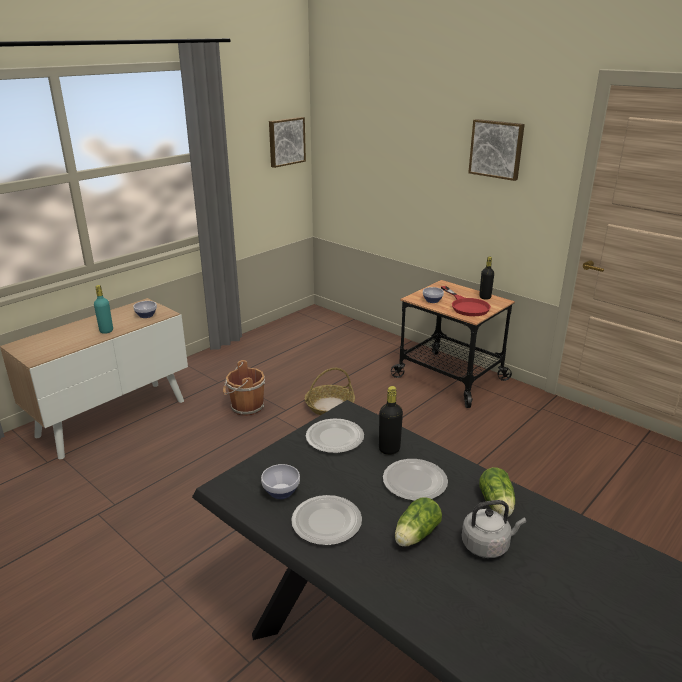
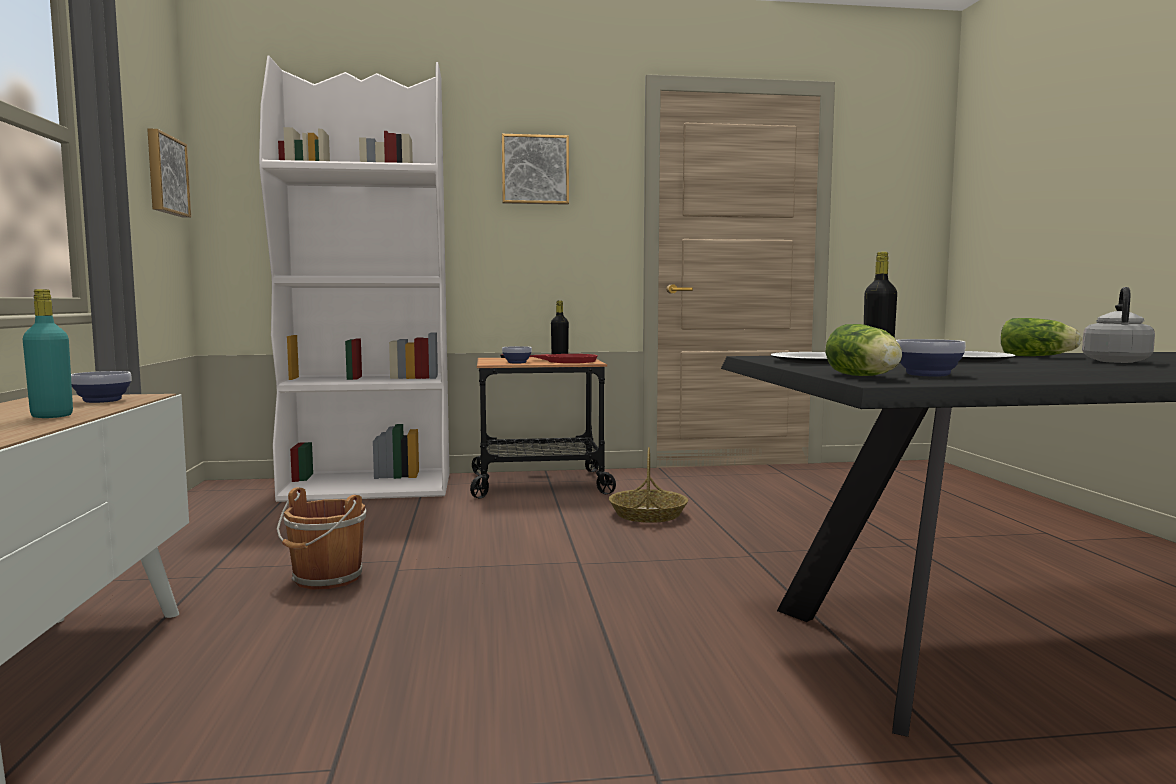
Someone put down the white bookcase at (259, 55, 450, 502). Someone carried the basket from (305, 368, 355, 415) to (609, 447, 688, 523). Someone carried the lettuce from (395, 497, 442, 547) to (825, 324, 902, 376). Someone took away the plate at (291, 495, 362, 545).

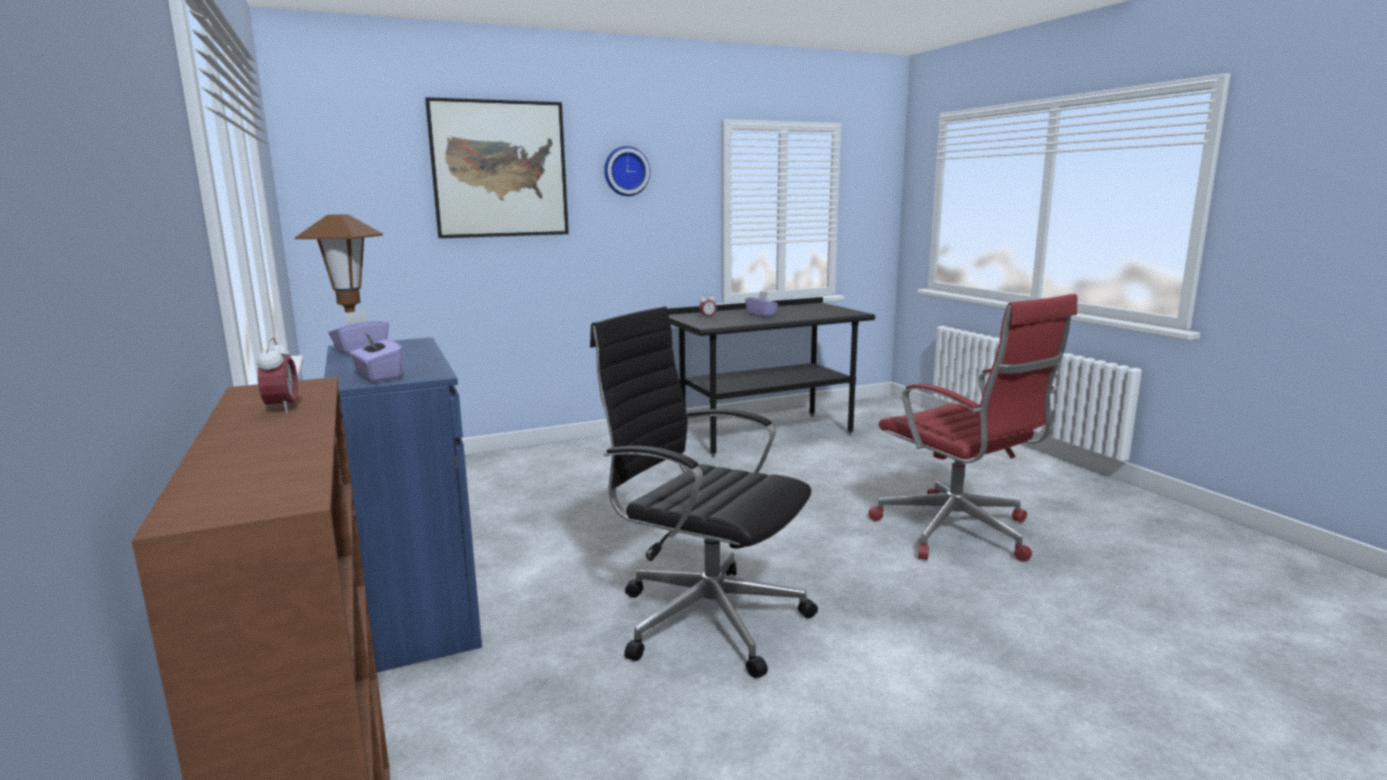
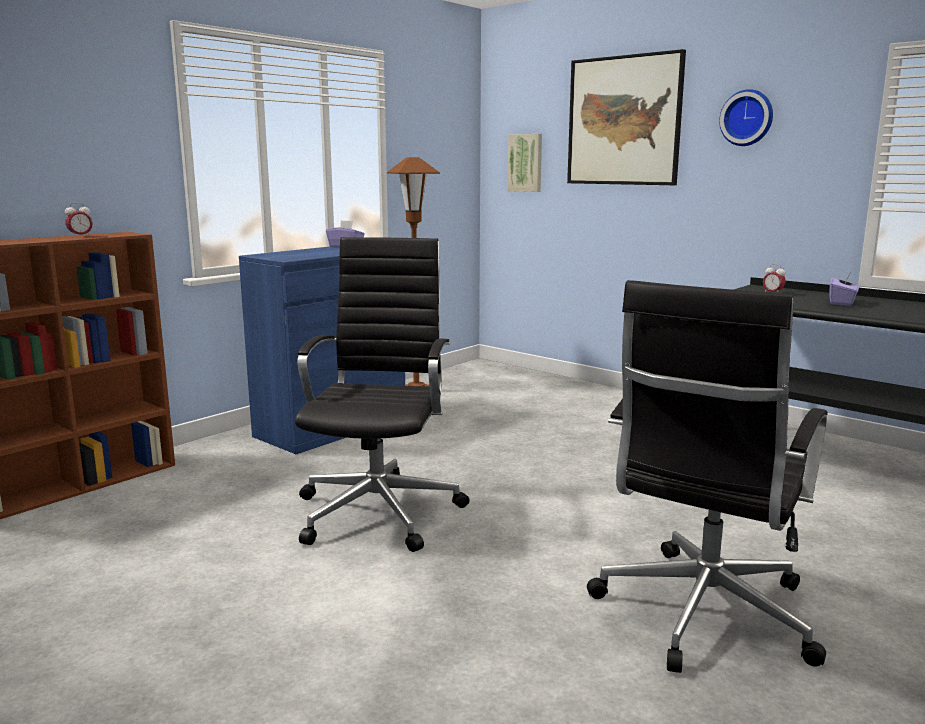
Someone put up the picture at (508, 134, 542, 192). Someone repainted the red office chair at (868, 294, 1078, 562), which became the black office chair at (587, 280, 828, 673). Someone took away the purple tissue box at (350, 333, 403, 383).

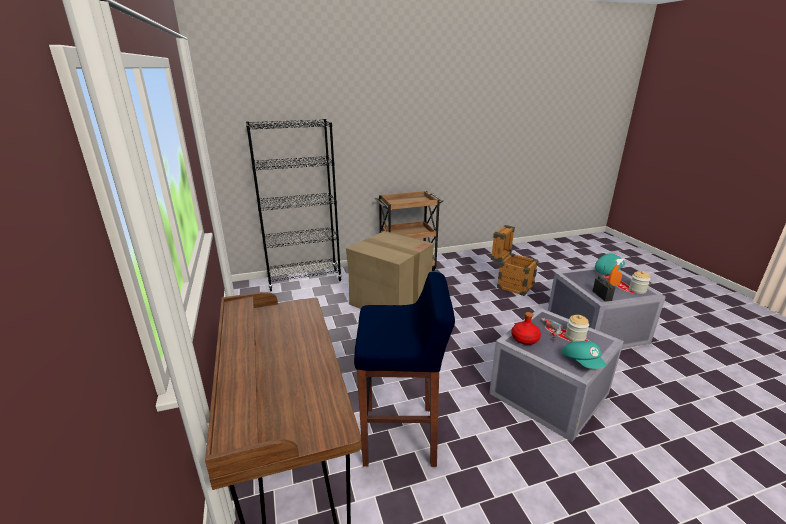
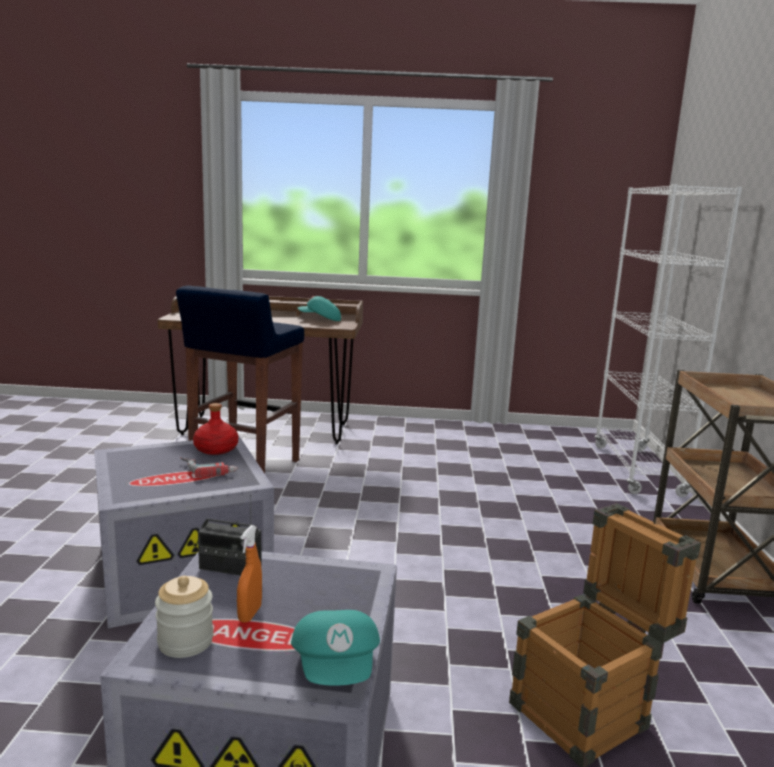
Someone carried the turquoise cap from (562, 341, 606, 369) to (298, 296, 341, 321). Someone repainted the black bookcase at (246, 119, 342, 291), which became the white bookcase at (594, 184, 742, 497). Someone took away the cardboard box at (346, 231, 434, 309). Someone took away the jar at (565, 315, 589, 342).

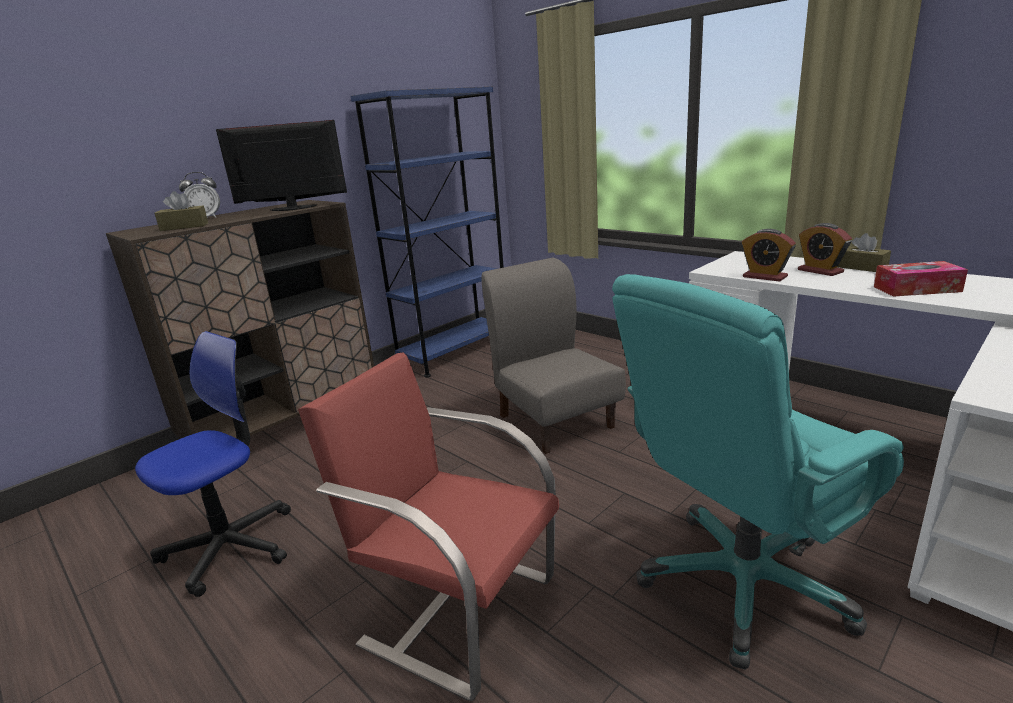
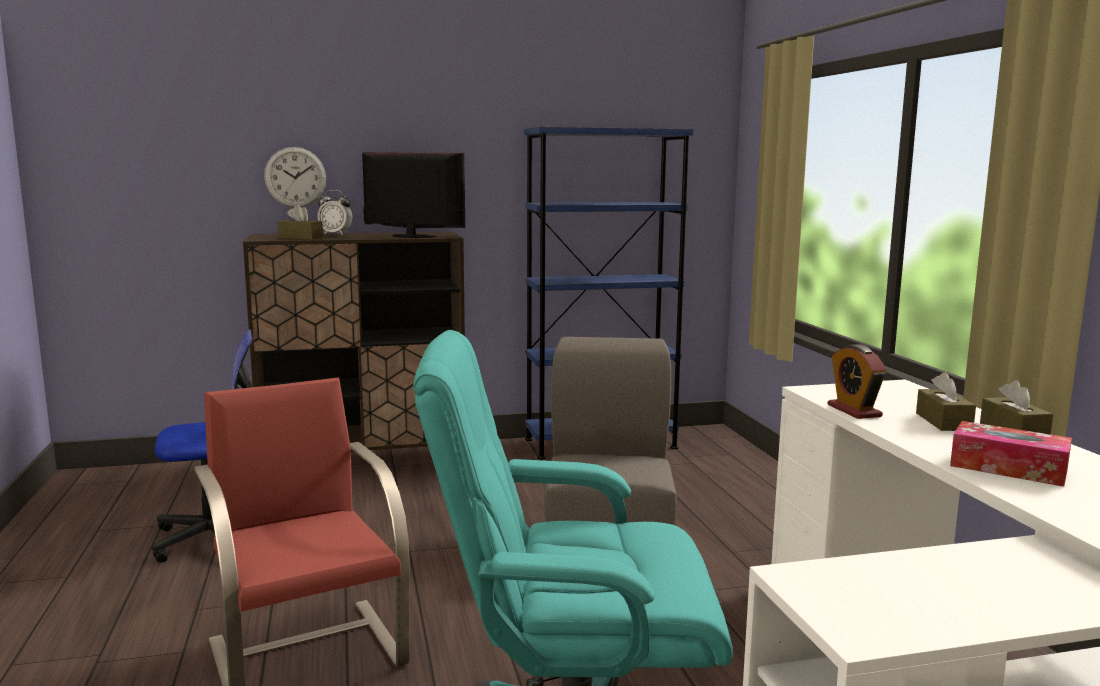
Someone put up the wall clock at (264, 147, 326, 207). Someone swapped the alarm clock at (798, 223, 852, 276) for the brown tissue box at (916, 372, 976, 431).

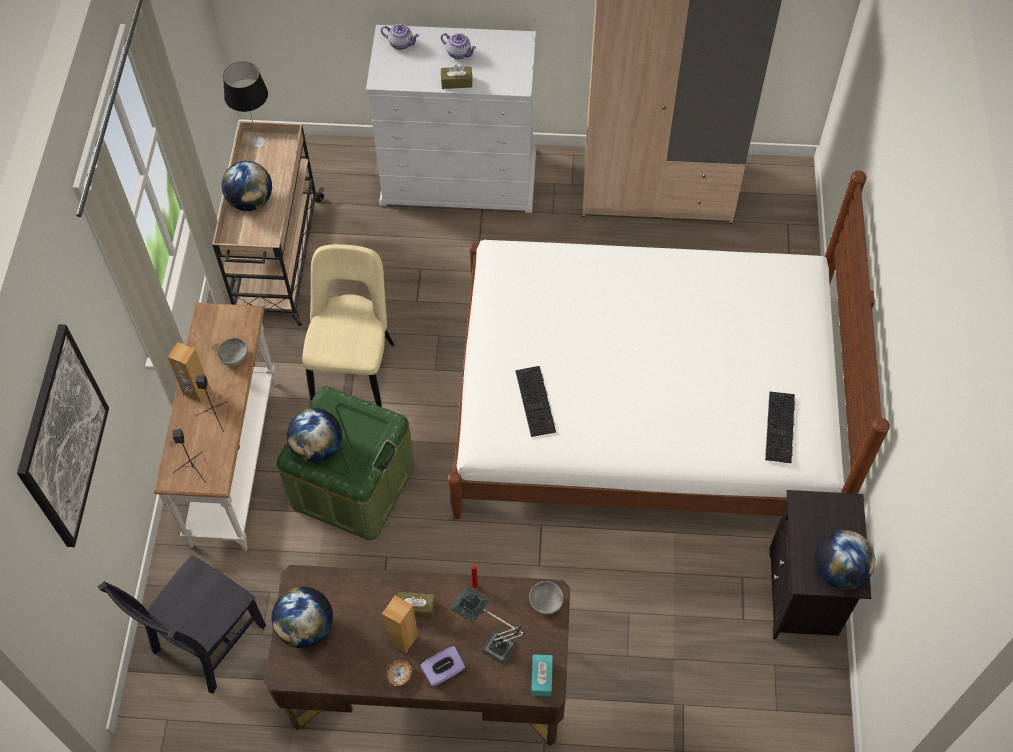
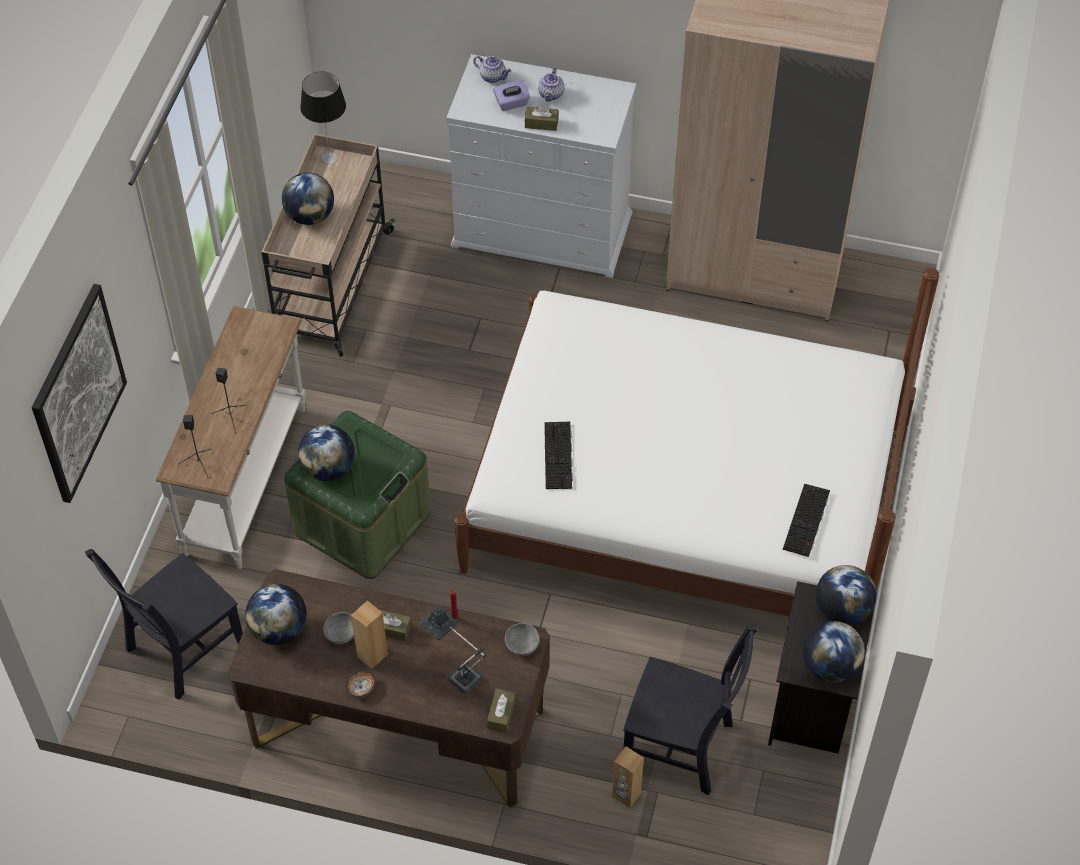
Someone carried the grey bowl from (217, 338, 248, 366) to (323, 612, 354, 644). Someone repainted the turquoise tissue box at (531, 654, 553, 697), which became the brown tissue box at (487, 688, 516, 733). Someone carried the purple tissue box from (420, 646, 465, 686) to (493, 81, 530, 111). Someone rotated the teapot at (441, 33, 476, 59) by 60 degrees clockwise. Someone carried the brown speaker from (168, 342, 210, 402) to (612, 746, 644, 808). Someone put down the black chair at (623, 625, 757, 796). Someone put down the globe at (816, 565, 877, 625). Someone took away the beige chair at (302, 244, 394, 407).

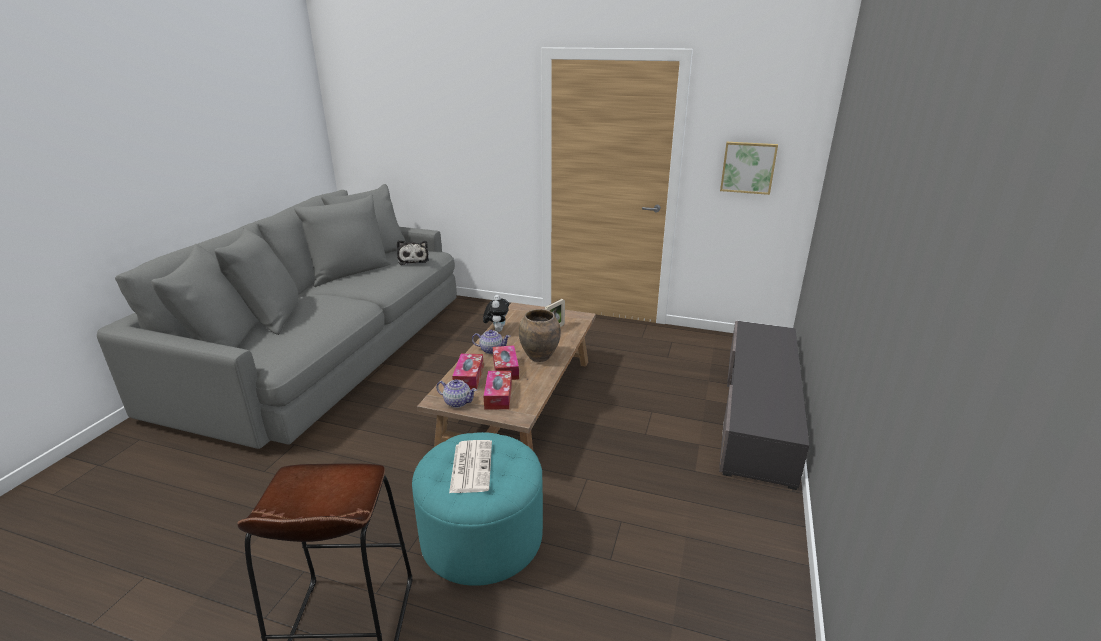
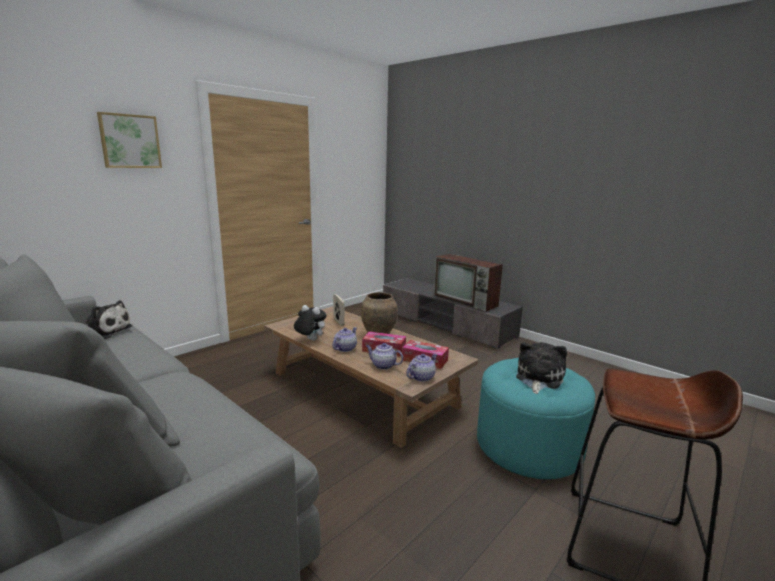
Someone carried the picture from (720, 142, 778, 195) to (97, 112, 162, 168). Someone swapped the tissue box at (452, 354, 484, 390) for the teapot at (366, 343, 403, 370). Someone put down the television at (434, 254, 503, 312). Someone swapped the newspaper at (449, 440, 492, 493) for the plush toy at (516, 342, 567, 394).

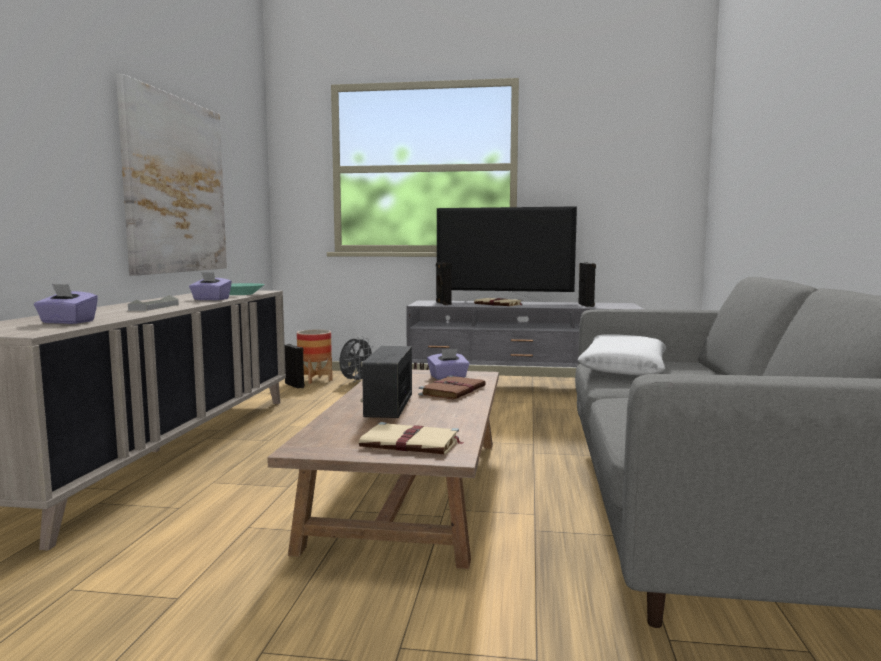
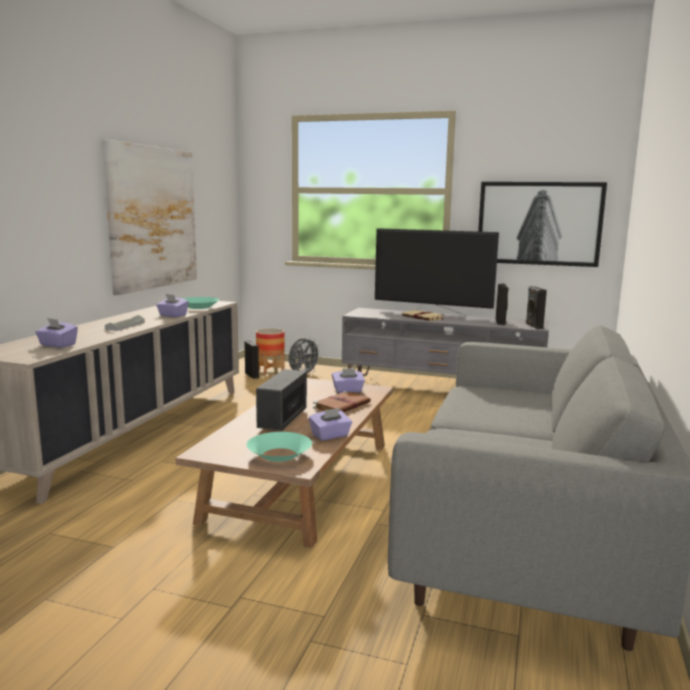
Someone swapped the beige book at (359, 422, 464, 454) for the turquoise bowl at (247, 432, 312, 462). Someone put down the purple tissue box at (309, 408, 352, 441). Someone put up the picture at (478, 182, 607, 267). Someone carried the black speaker from (436, 262, 452, 305) to (526, 286, 547, 329). Someone took away the white pillow at (577, 334, 666, 375).

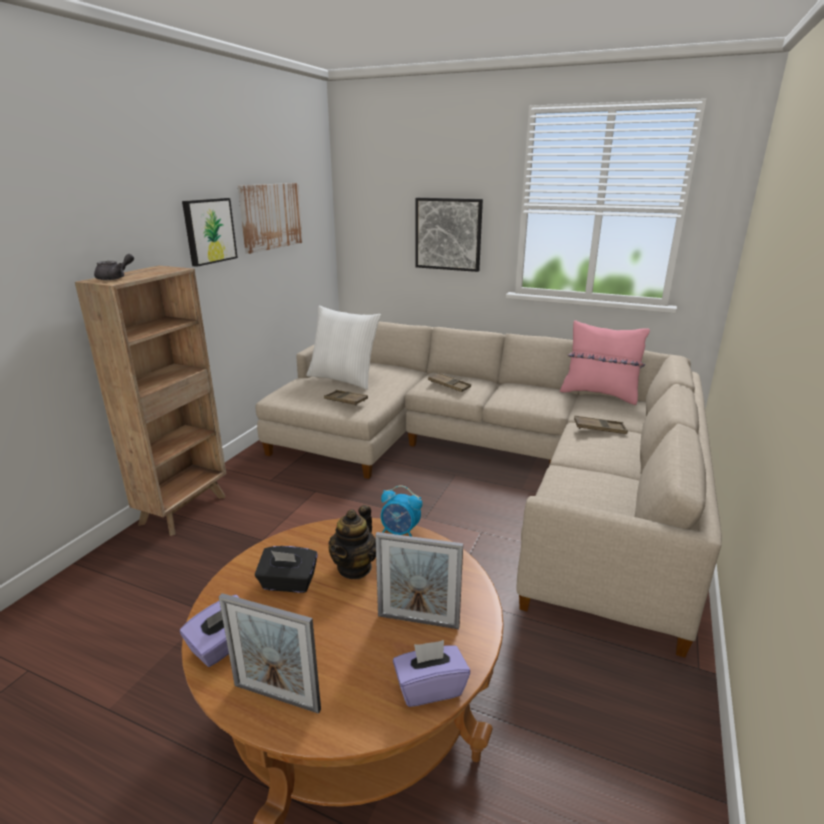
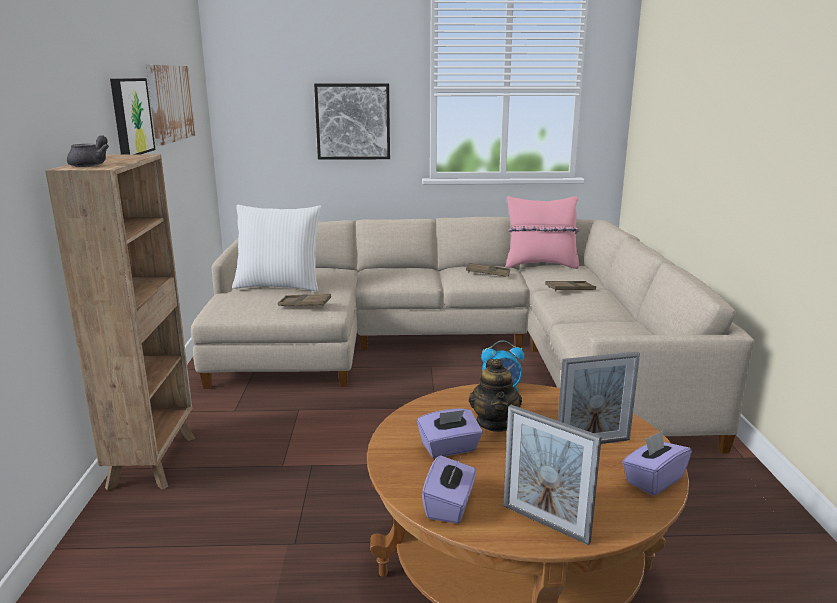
Someone repainted the black tissue box at (255, 546, 318, 593), which became the purple tissue box at (417, 408, 483, 458). Someone carried the brown tray from (428, 373, 471, 392) to (466, 263, 510, 277). Someone rotated the picture frame at (219, 593, 321, 714) by 45 degrees clockwise.

